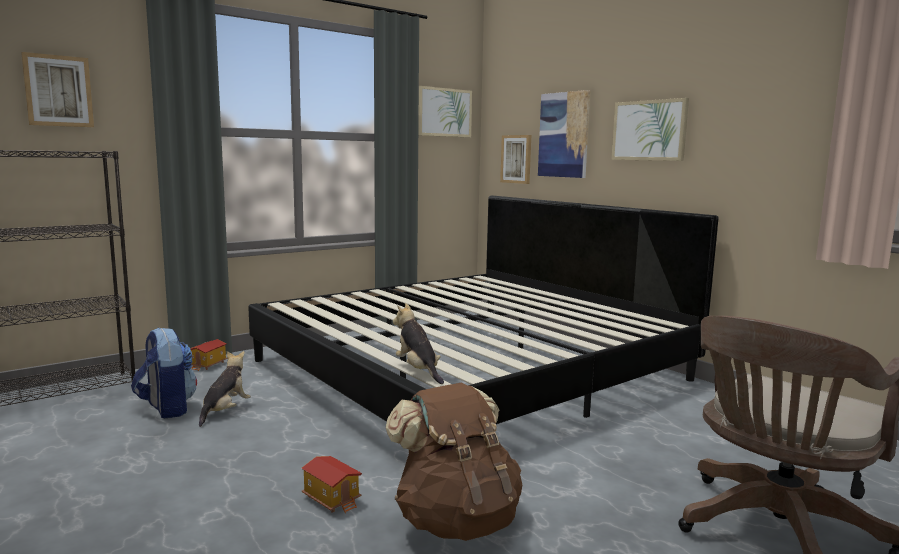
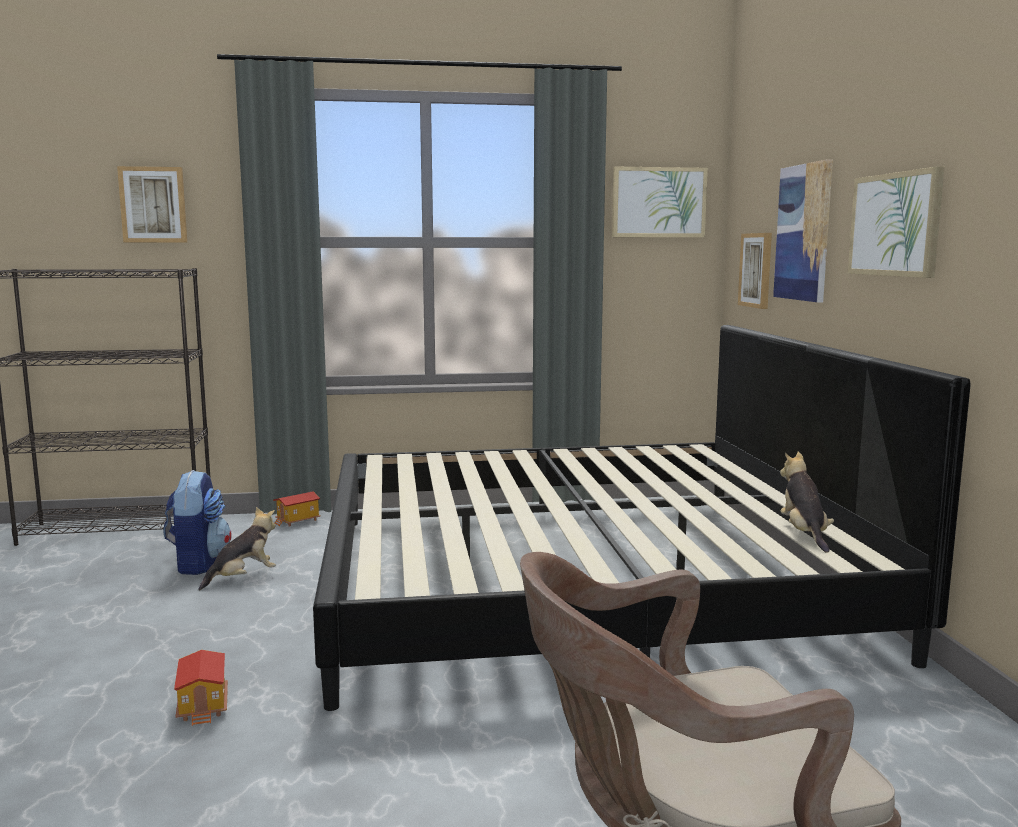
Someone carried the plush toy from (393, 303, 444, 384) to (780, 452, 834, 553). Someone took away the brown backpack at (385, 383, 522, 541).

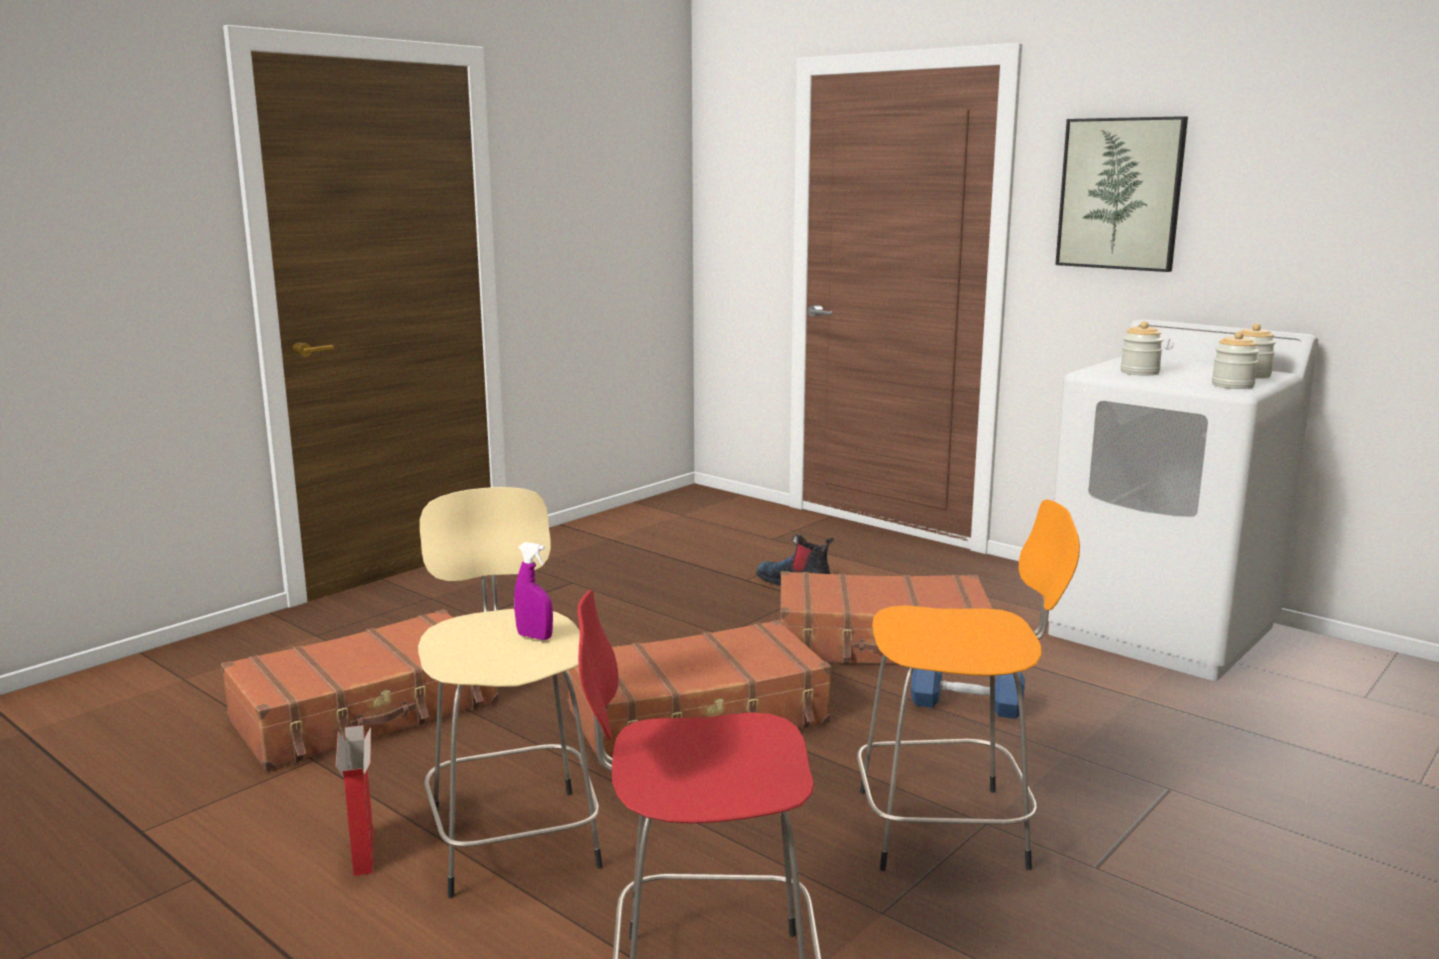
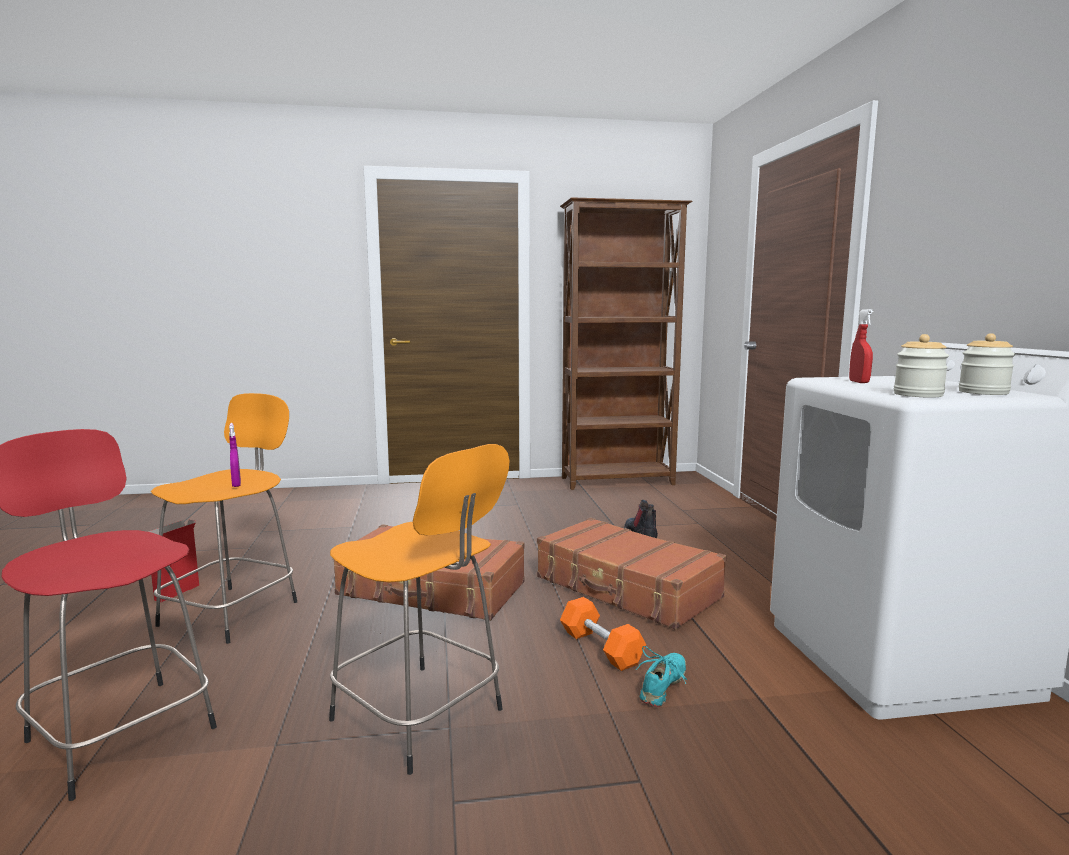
Someone repainted the beige stool at (418, 487, 603, 898), which became the orange stool at (151, 393, 297, 644). Someone put down the brown bookcase at (560, 197, 692, 490). Someone repainted the blue dumbbell at (911, 668, 1025, 719), which became the orange dumbbell at (560, 597, 646, 671). Someone put down the turquoise shoe at (636, 646, 687, 707). Someone swapped the jar at (1120, 321, 1163, 376) for the red spray bottle at (849, 309, 874, 383). Someone took away the brown suitcase at (221, 609, 499, 771). Someone took away the picture at (1055, 116, 1188, 272).

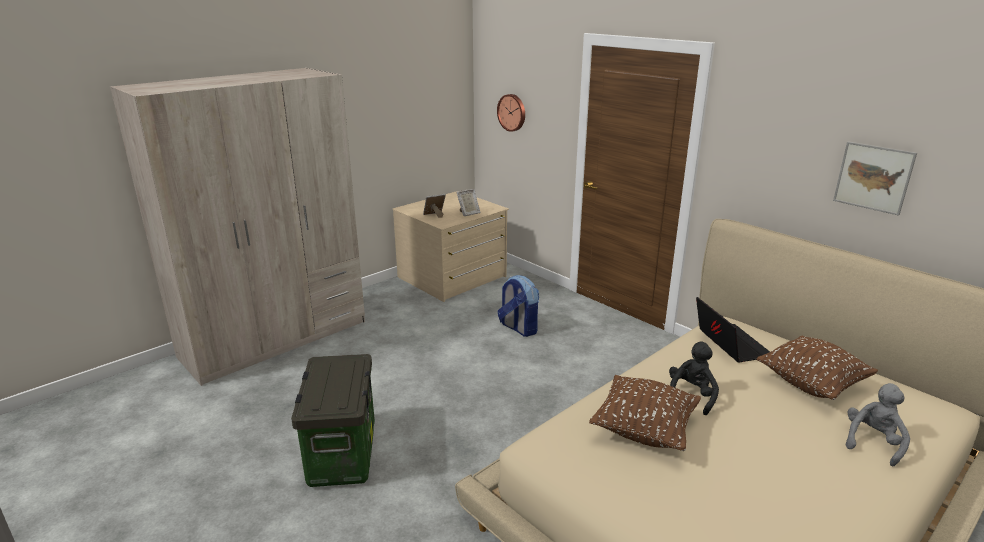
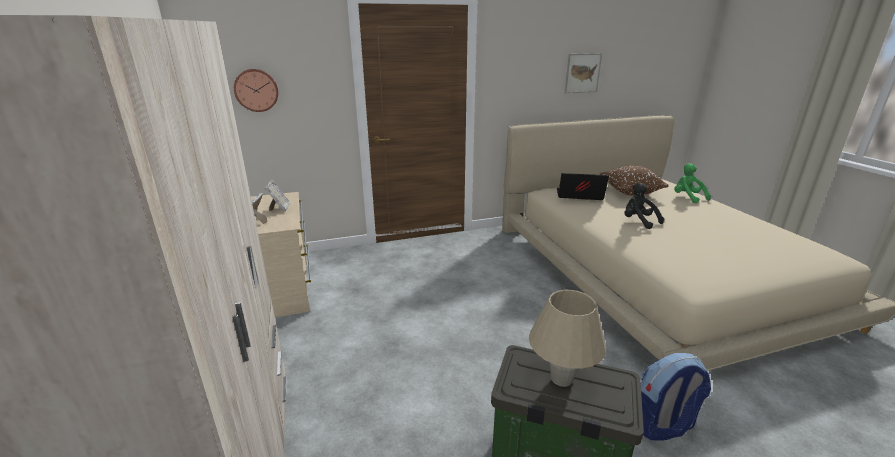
Someone put down the beige table lamp at (529, 290, 606, 387). Someone carried the backpack from (497, 275, 539, 337) to (641, 353, 711, 441). Someone repainted the grey plush toy at (845, 383, 910, 466), which became the green plush toy at (674, 163, 711, 203). Someone took away the brown pillow at (589, 375, 701, 451).

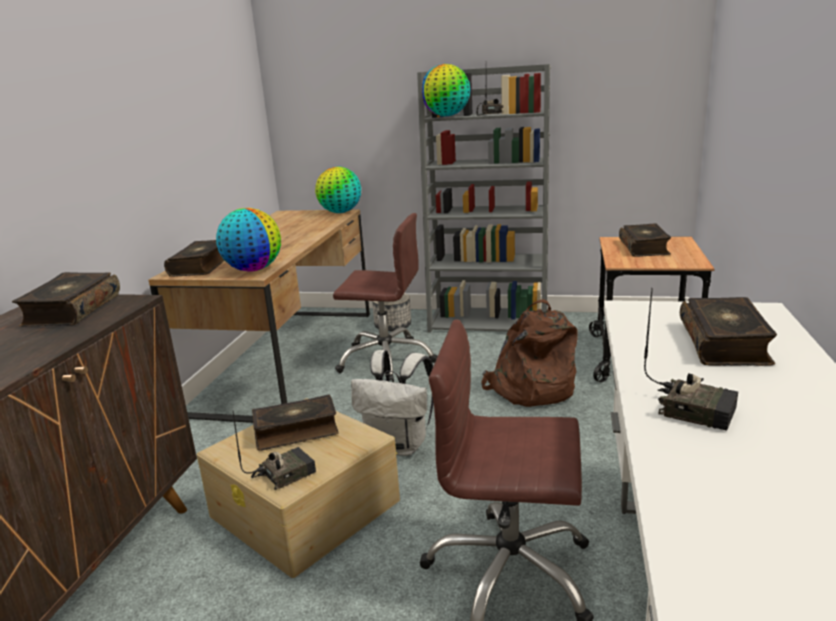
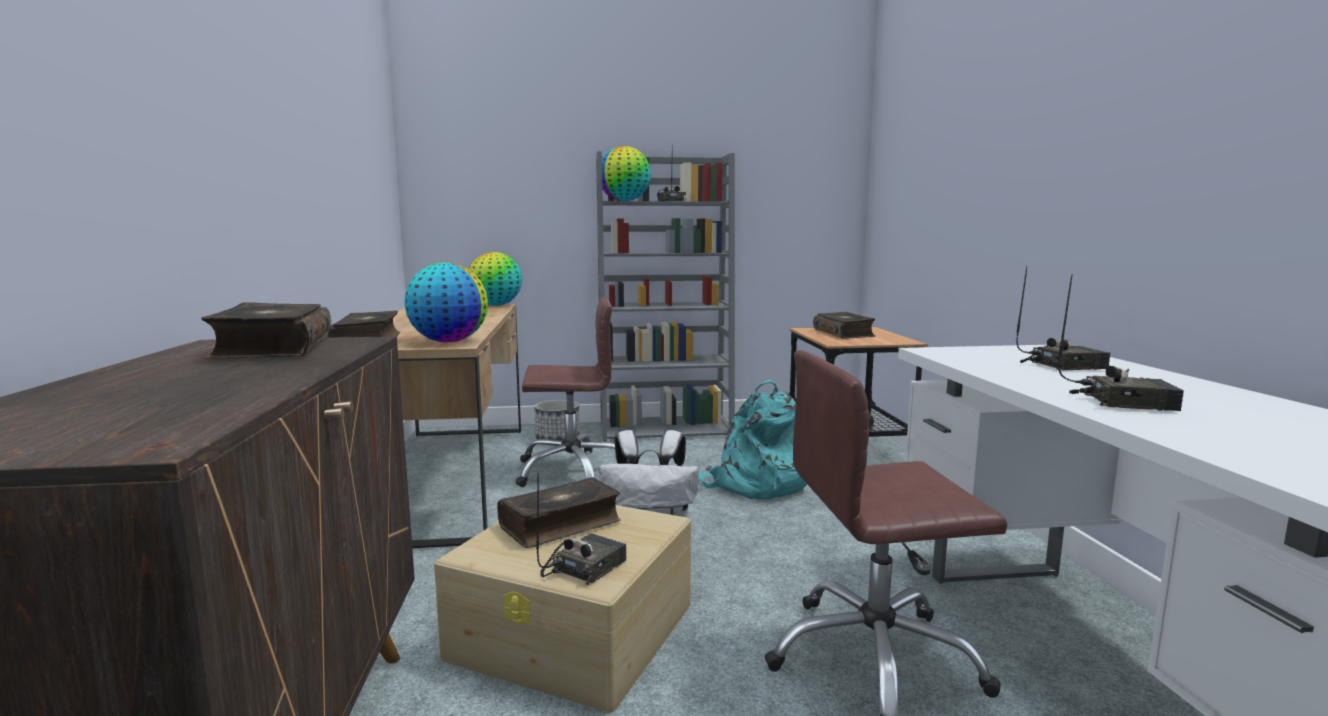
Someone repainted the brown backpack at (481, 299, 578, 407), which became the turquoise backpack at (699, 379, 807, 500). Someone swapped the book at (680, 297, 777, 366) for the radio at (1016, 267, 1111, 370).

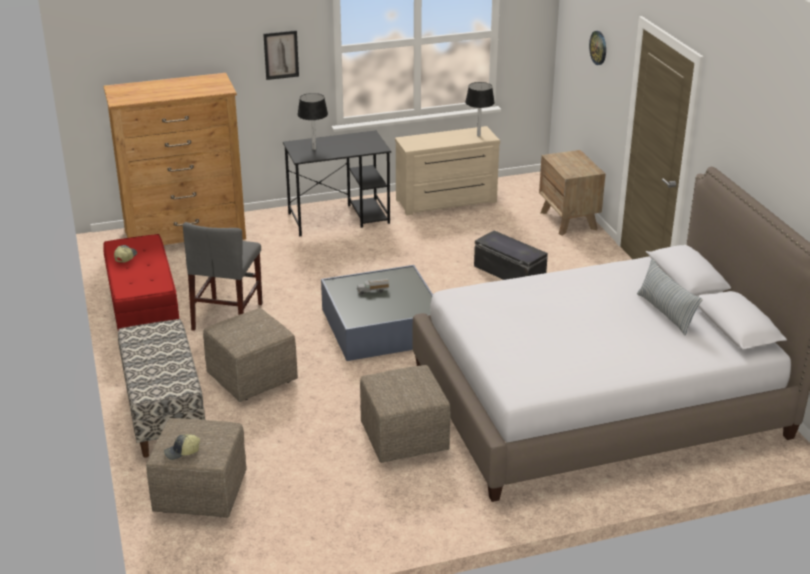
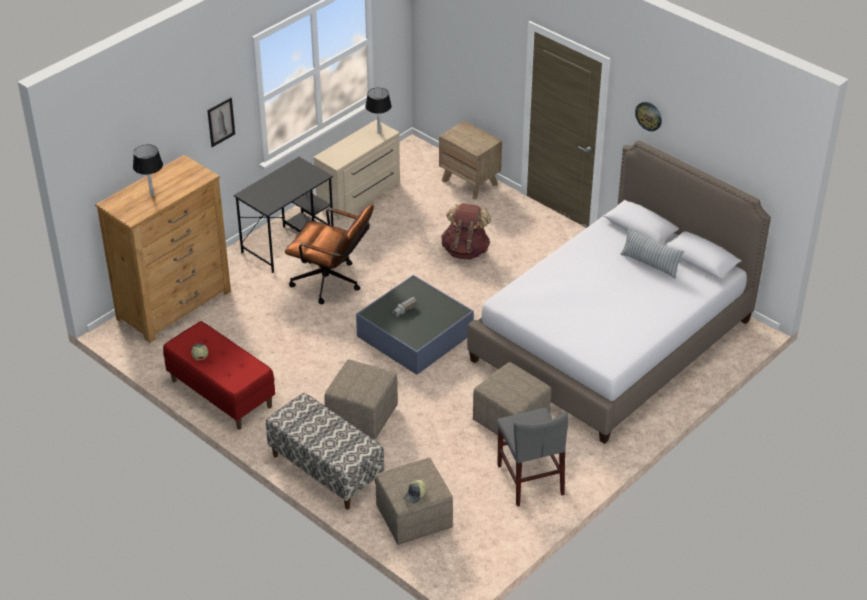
Someone carried the black table lamp from (297, 93, 328, 150) to (133, 144, 163, 196). Someone put down the brown office chair at (285, 204, 374, 304). Someone swapped the black storage box at (474, 231, 548, 280) for the brown backpack at (441, 204, 491, 260). Someone carried the grey chair from (183, 222, 263, 331) to (497, 408, 569, 507). Someone carried the wall clock from (589, 31, 606, 65) to (635, 102, 662, 131).

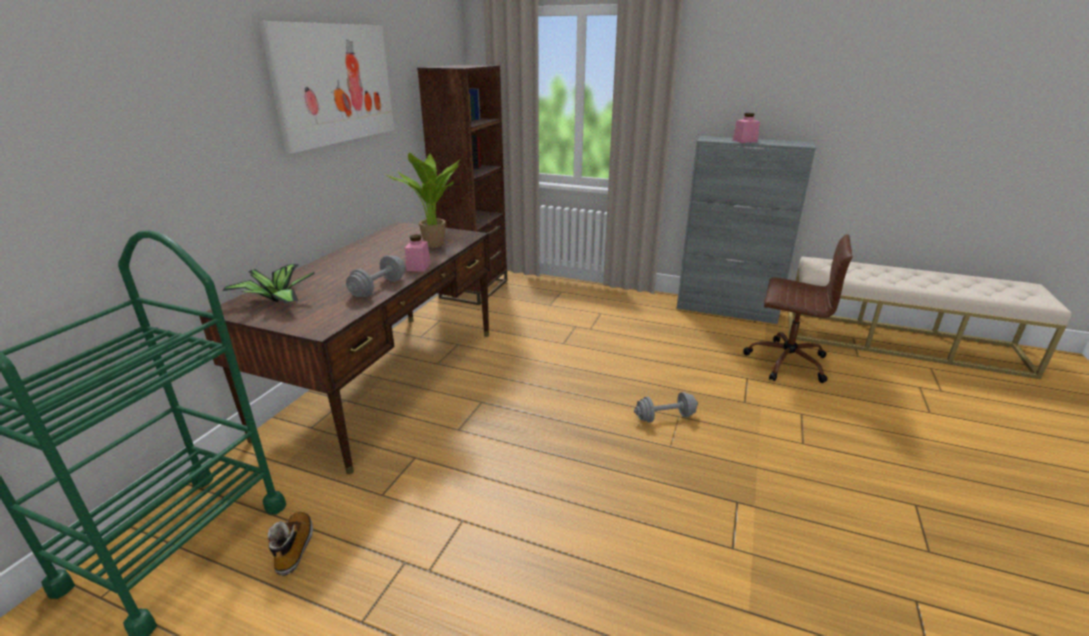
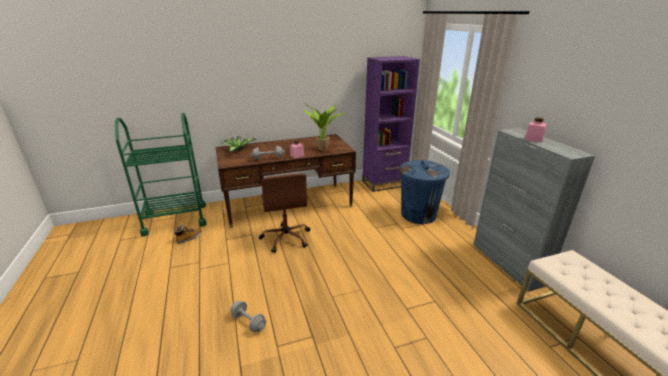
Someone carried the grey dumbbell from (634, 392, 698, 423) to (230, 301, 266, 332). Someone carried the brown office chair from (743, 234, 853, 383) to (259, 173, 311, 253). Someone repainted the brown bookcase at (417, 65, 507, 305), which became the purple bookcase at (362, 56, 420, 192). Someone put down the blue trash can at (399, 160, 450, 224). Someone took away the picture at (258, 21, 394, 154).

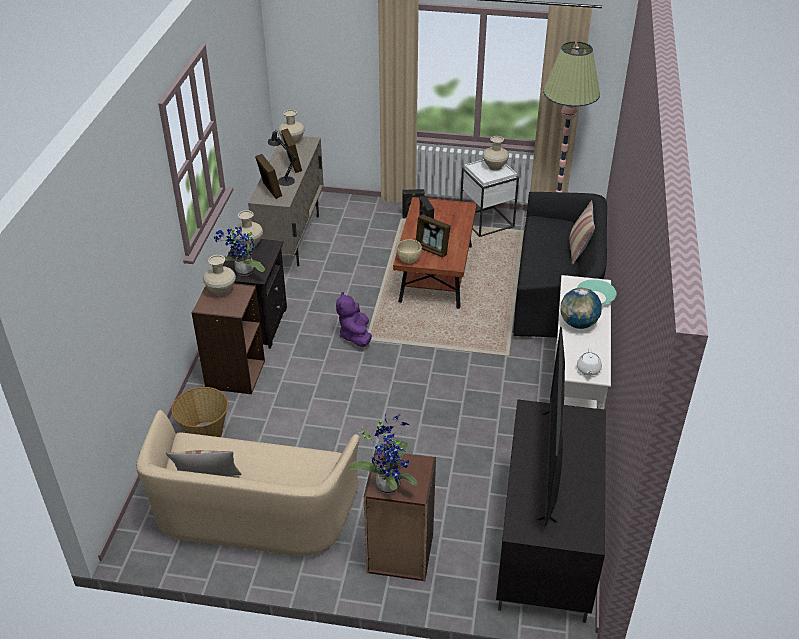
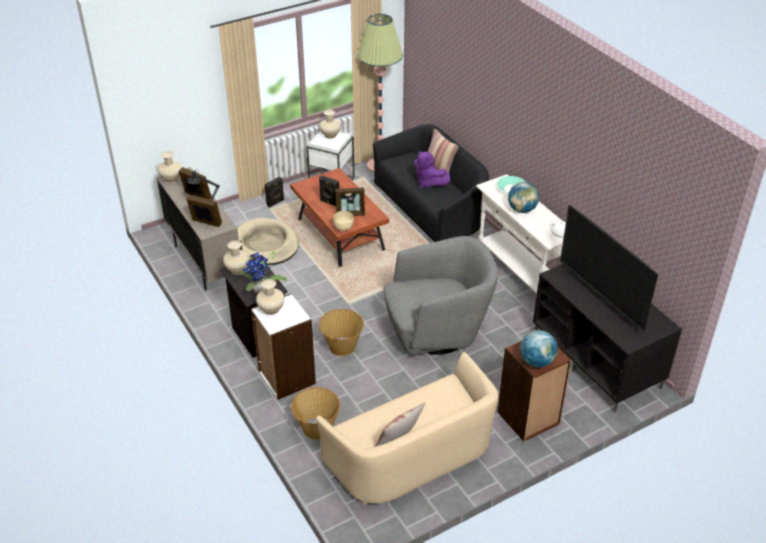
Someone put down the beige dog bed at (238, 218, 299, 265). Someone repainted the brown bookcase at (192, 283, 265, 394), which became the white bookcase at (251, 294, 316, 400). Someone put down the basket at (319, 309, 364, 356). Someone put down the grey armchair at (383, 236, 498, 356). Someone carried the purple plush toy from (336, 292, 372, 347) to (414, 151, 450, 188). Someone swapped the potted plant at (349, 414, 418, 494) for the globe at (520, 330, 558, 367).

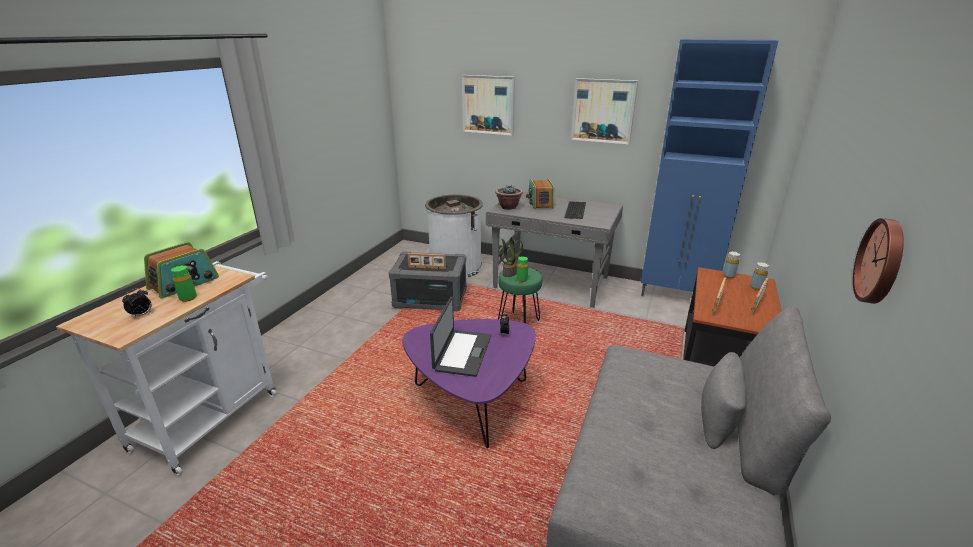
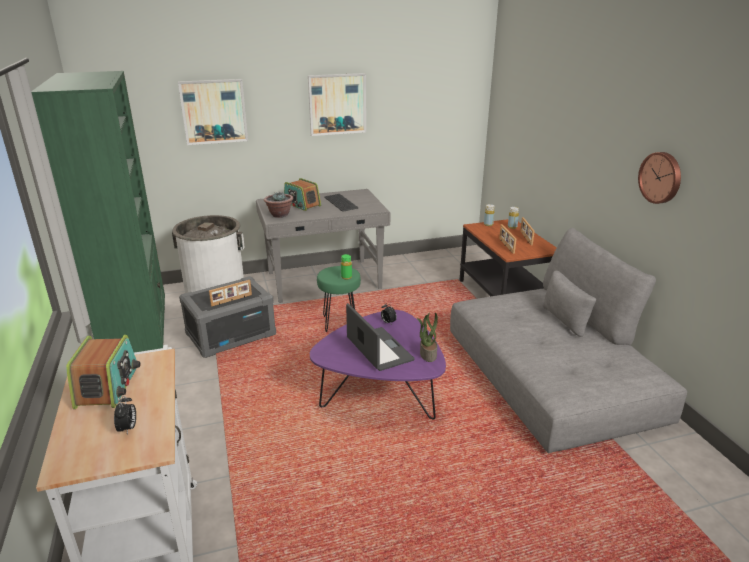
Someone put down the green bookcase at (31, 71, 165, 353). Someone carried the potted plant from (500, 237, 523, 277) to (417, 312, 438, 362). Someone took away the green bottle at (171, 265, 197, 302). Someone took away the blue cabinet at (641, 39, 778, 296).

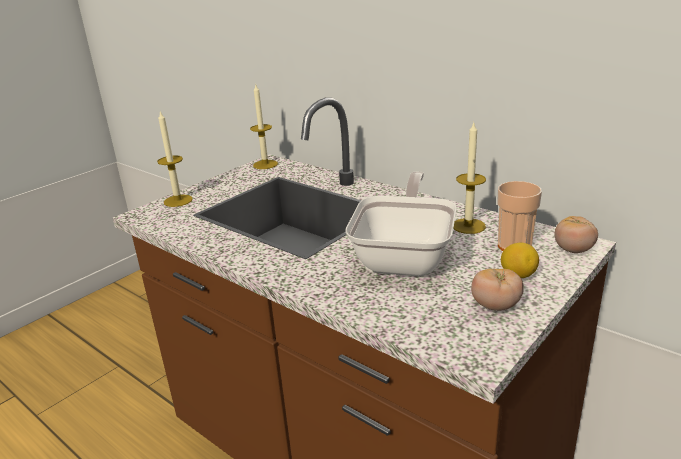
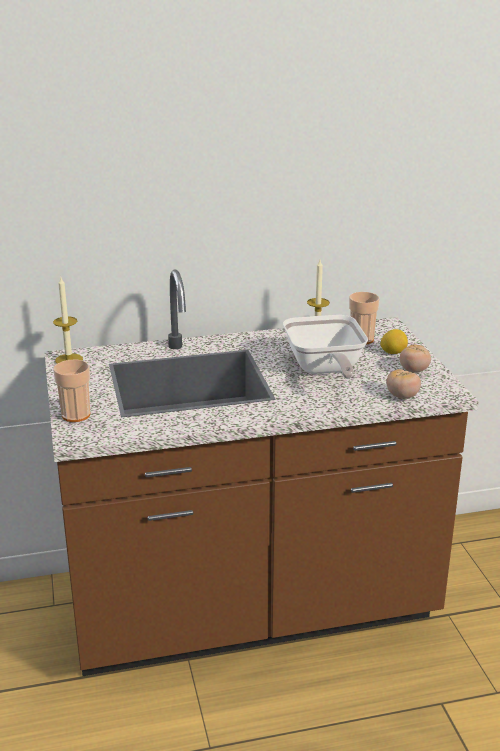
Someone swapped the candle at (157, 111, 193, 207) for the cup at (53, 359, 90, 422). Someone rotated the frying pan at (345, 172, 457, 276) by 150 degrees counterclockwise. Someone carried the tomato from (554, 216, 598, 253) to (387, 369, 421, 399).

